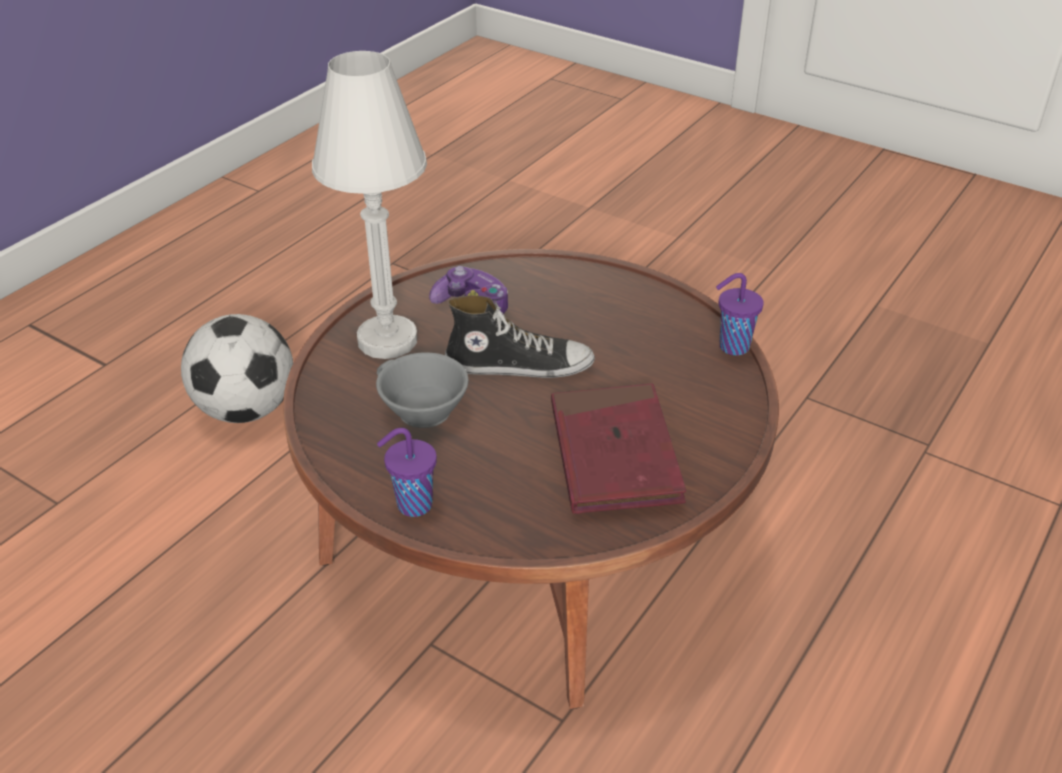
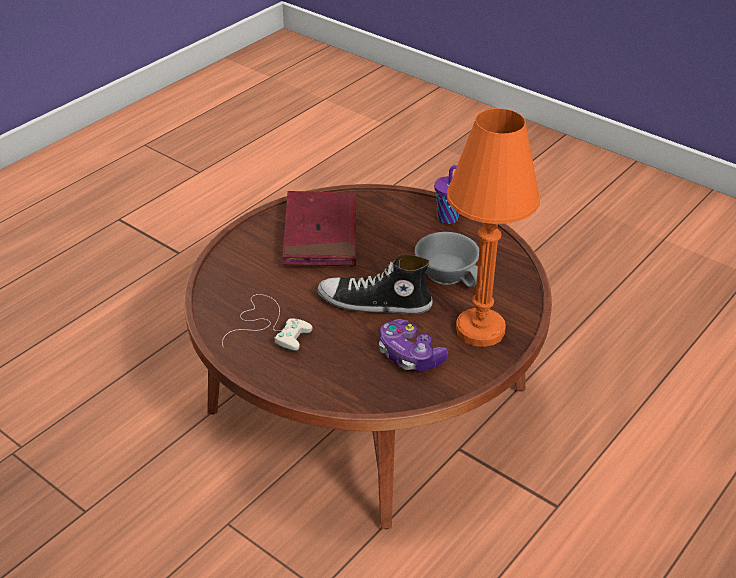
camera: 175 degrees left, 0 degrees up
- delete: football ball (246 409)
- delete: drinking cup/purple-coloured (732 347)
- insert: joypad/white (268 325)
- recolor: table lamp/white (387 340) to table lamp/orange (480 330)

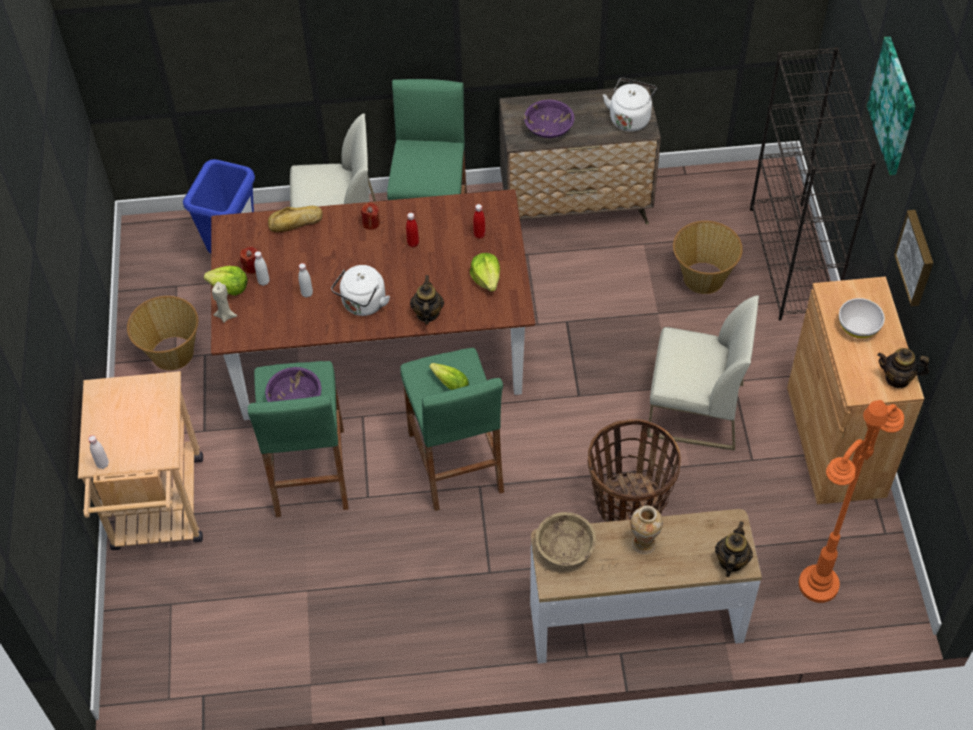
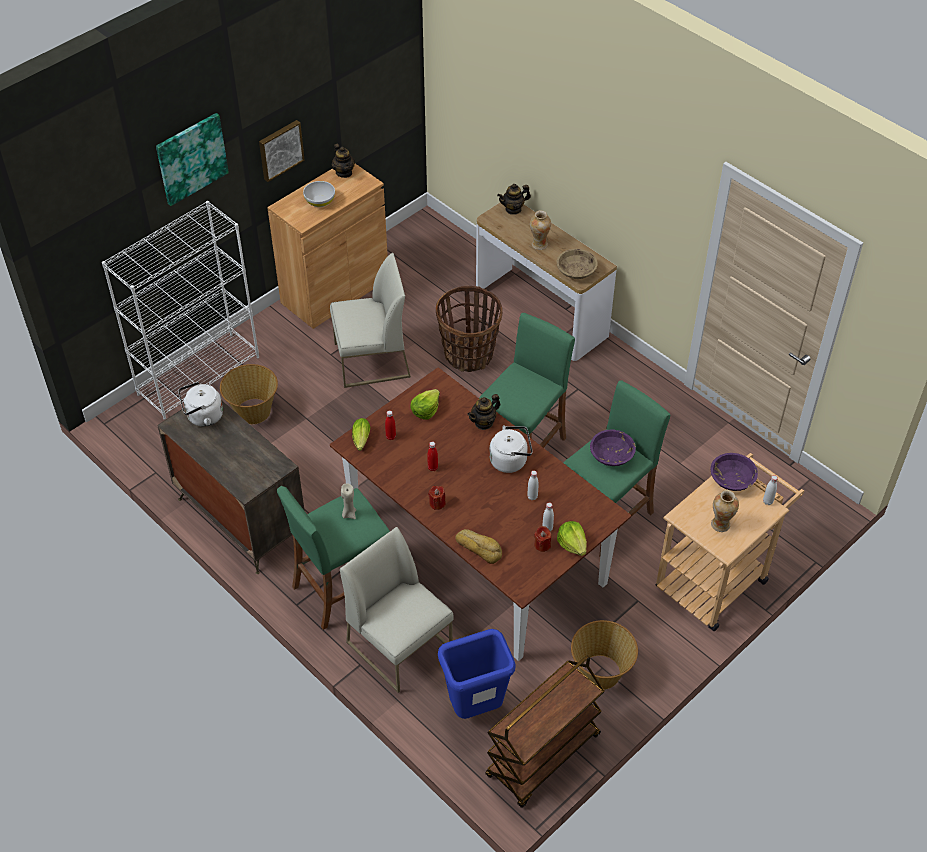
camera: 130 degrees left, 5 degrees down
- delete: floor lamp/orange (818 585)
- insert: trolley/brown (543 757)
- insert: decorative vase (720 524)
- move: wax candle/beige (225 315) to (349 514)
- move: head of lettuce (448 382) to (361 441)
- move: deep dish/purple-coloured (548 128) to (732 480)
- recolor: bookshelf/black-coloured (792 261) to bookshelf/white (199 375)
- rotate: chair/white (694 410) = (371 360) 105 degrees clockwise

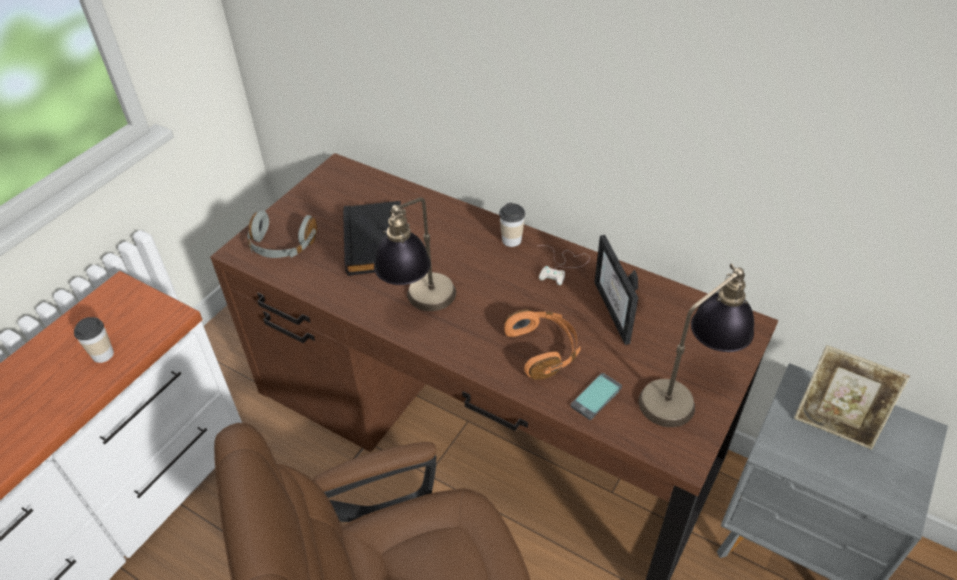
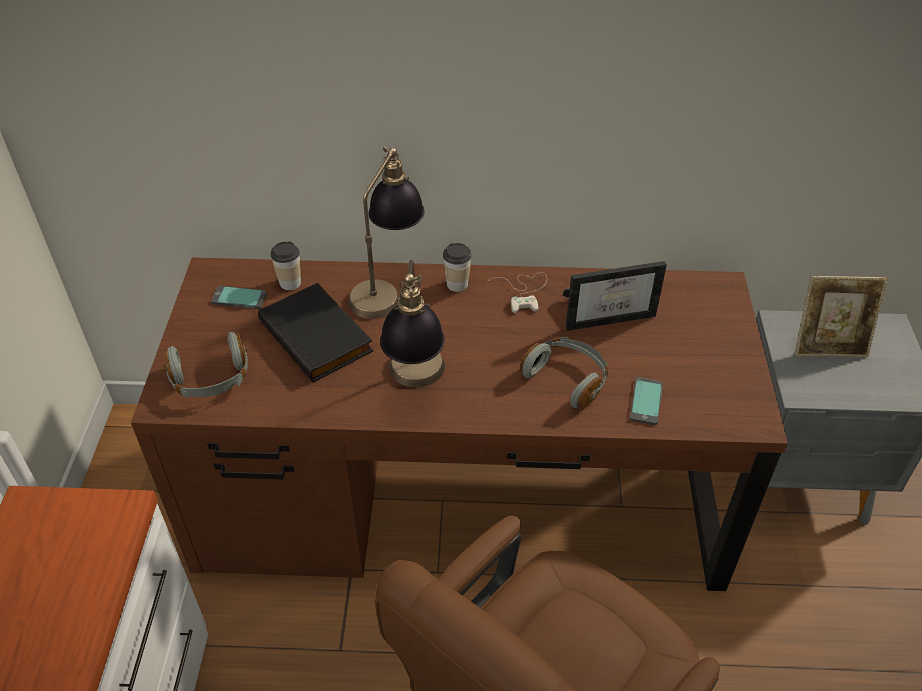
camera: 30 degrees left, 0 degrees up
- insert: handset (239 298)
- move: drinking cup (103 354) to (290 283)
- move: table lamp (686 394) to (387 287)
- recolor: pair of headphones/orange (543 350) to pair of headphones/grey (567 378)
- rotate: standing frame (620 311) = (609 315) 60 degrees counterclockwise

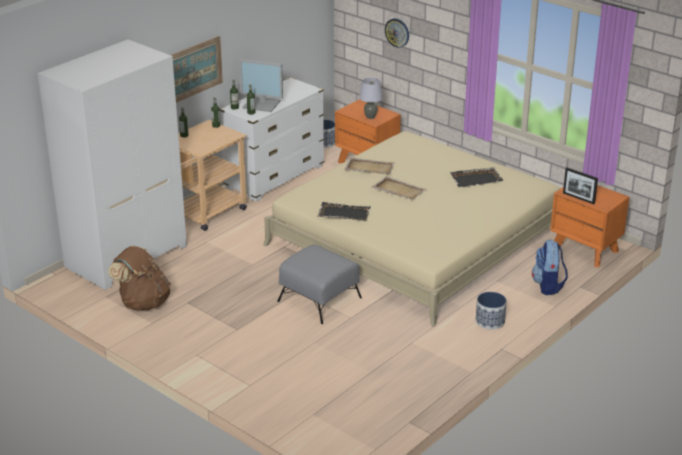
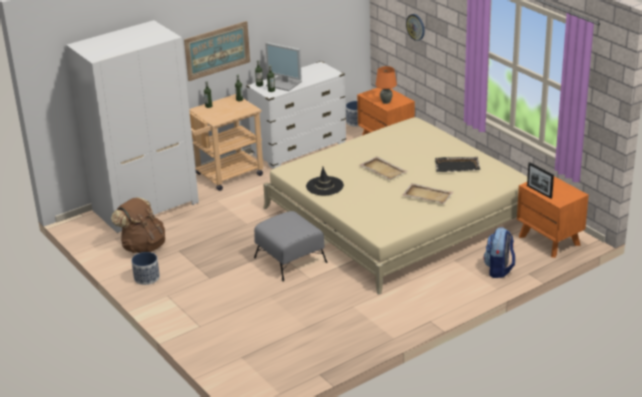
camera: 15 degrees right, 0 degrees up
- move: tray/beige (369 168) to (427 195)
- move: flower pot (490 321) to (147 278)
- replace: tray/black-coloured (343 213) to hat/black-coloured (324 186)
- recolor: table lamp/grey (370 117) to table lamp/orange (386 102)

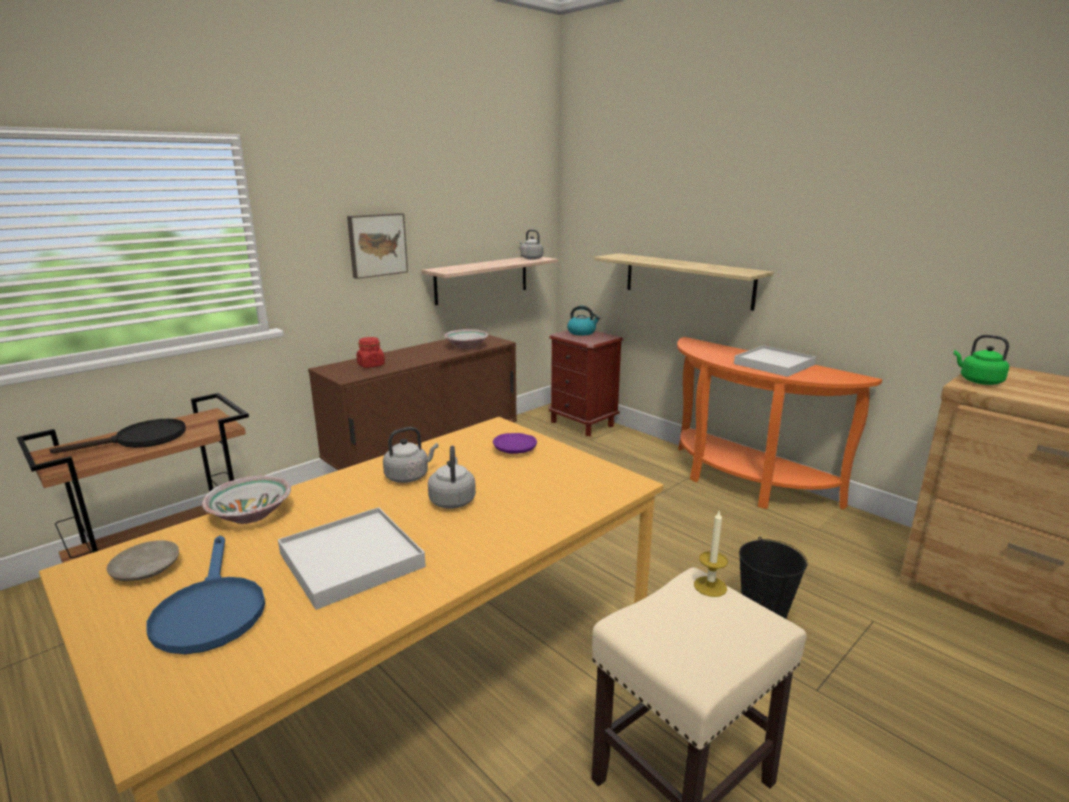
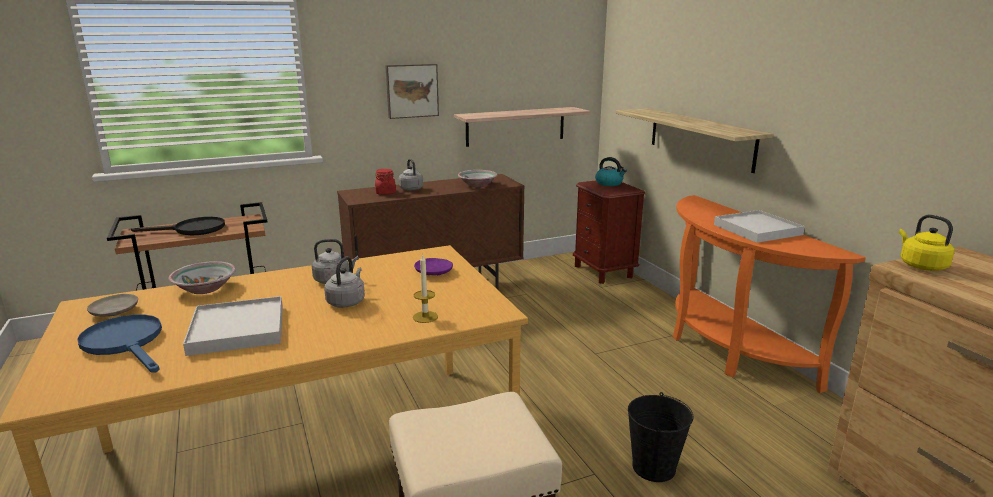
camera: 20 degrees right, 0 degrees up
- move: water kettle/grey (531 258) to (410 188)
- move: wax candle (710 586) to (425 317)
- recolor: water kettle/green (978 381) to water kettle/yellowish (920 265)
- rotate: skillet/blue-coloured (210 610) = (126 343) 135 degrees clockwise

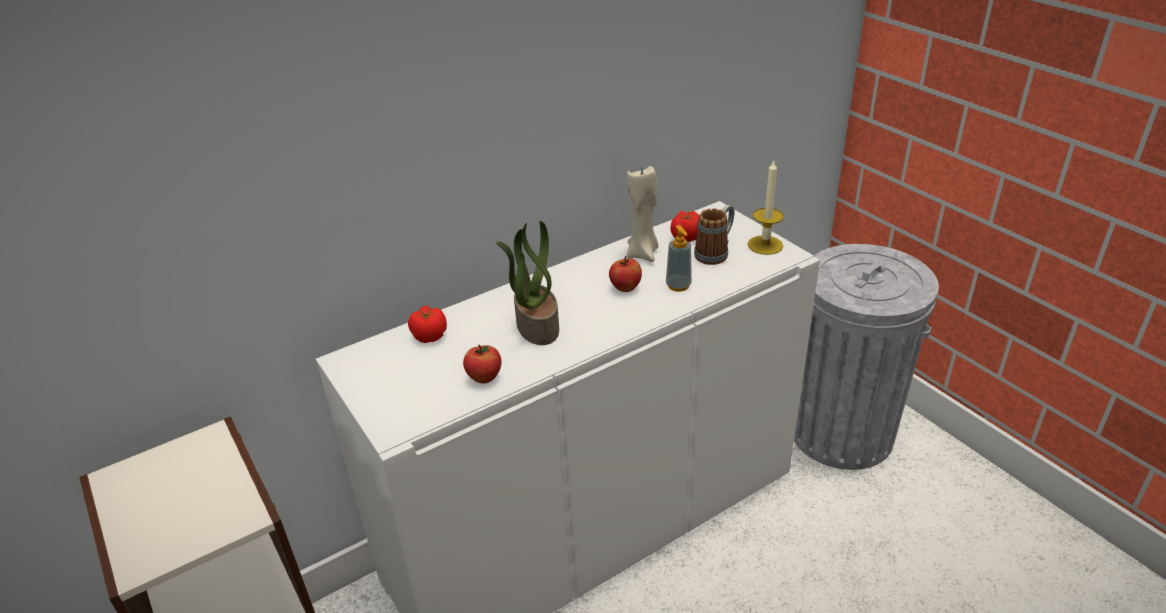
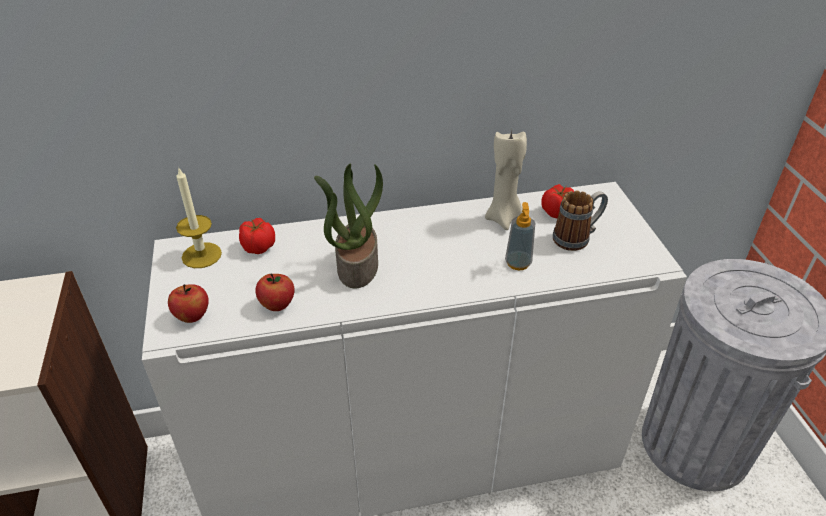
camera: 20 degrees right, 5 degrees up
- move: apple (625 288) to (192 316)
- move: wax candle (765 245) to (201 255)

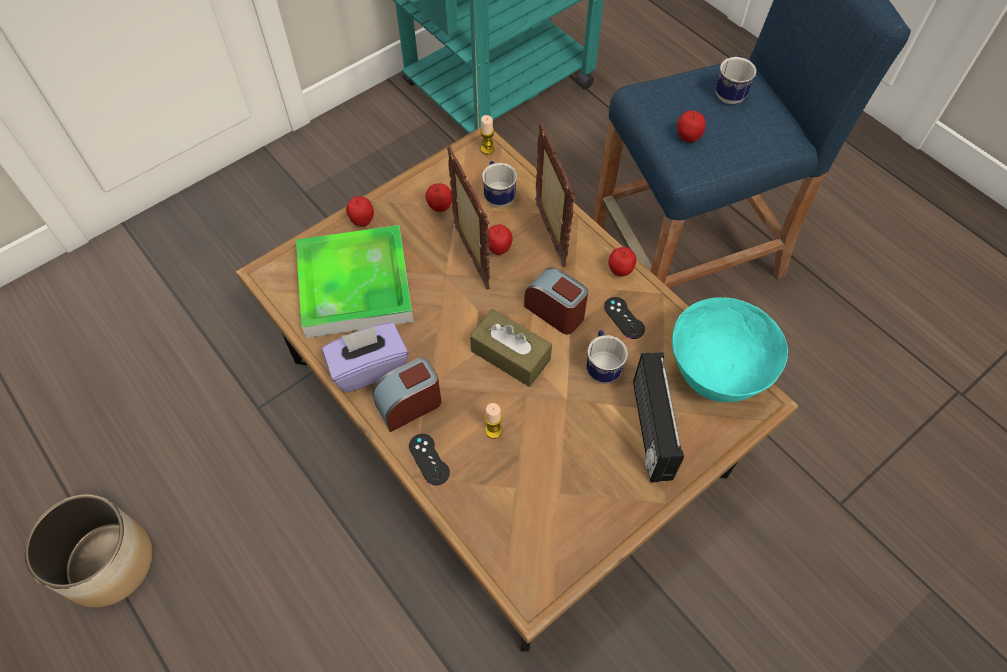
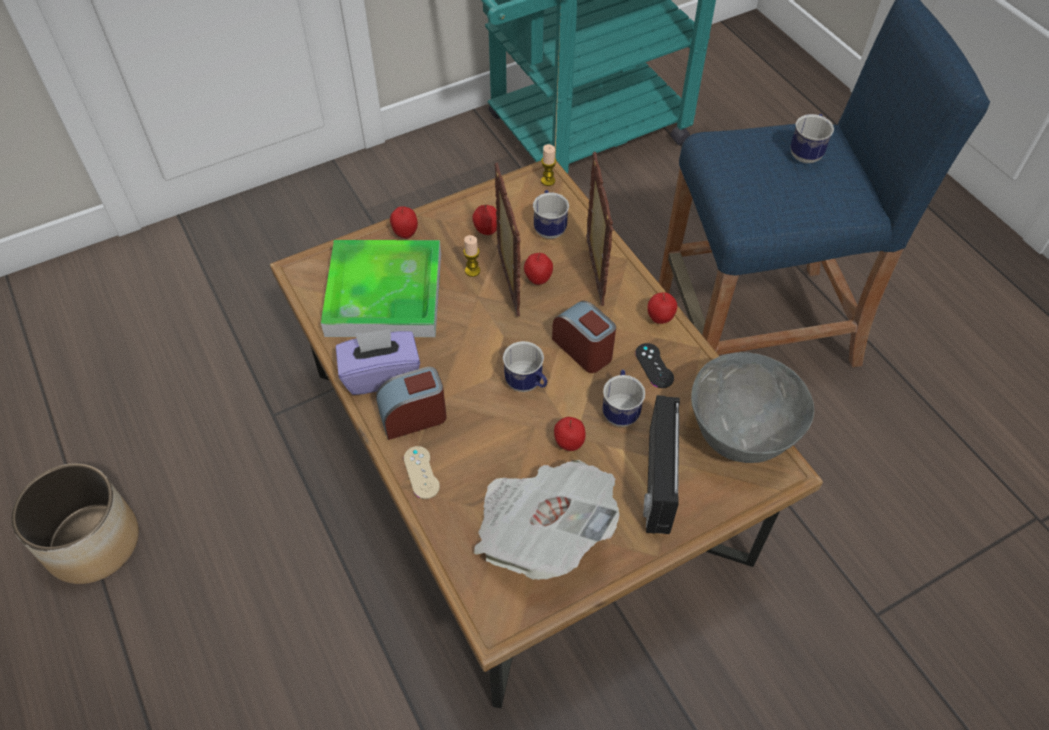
camera: 10 degrees right, 5 degrees down
- insert: daily paper (541 531)
- move: wax candle (493 430) to (472 271)
- move: apple (687 139) to (569 444)
- replace: tissue box/brown (510 355) to coffee mug (527 384)
- recolor: joypad/black-coloured (429 459) to joypad/beige (421 472)
- recolor: deep dish/turquoise-coloured (715 374) to deep dish/grey (739 436)

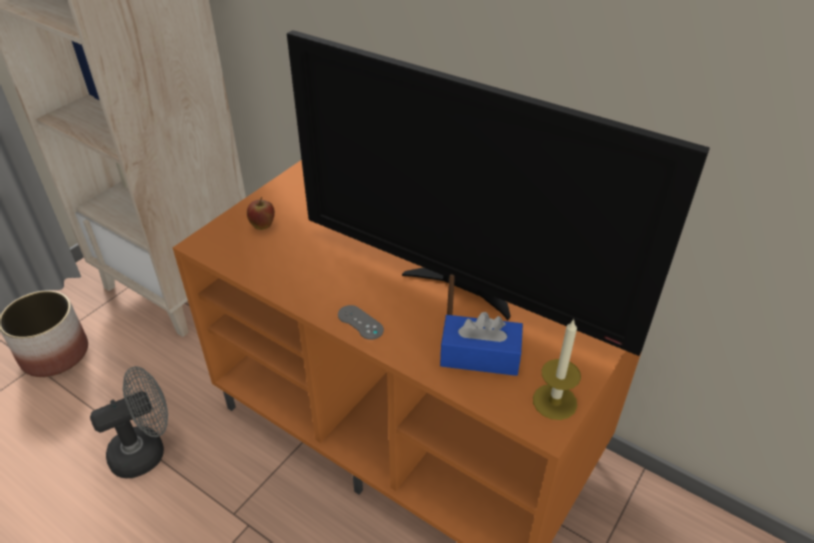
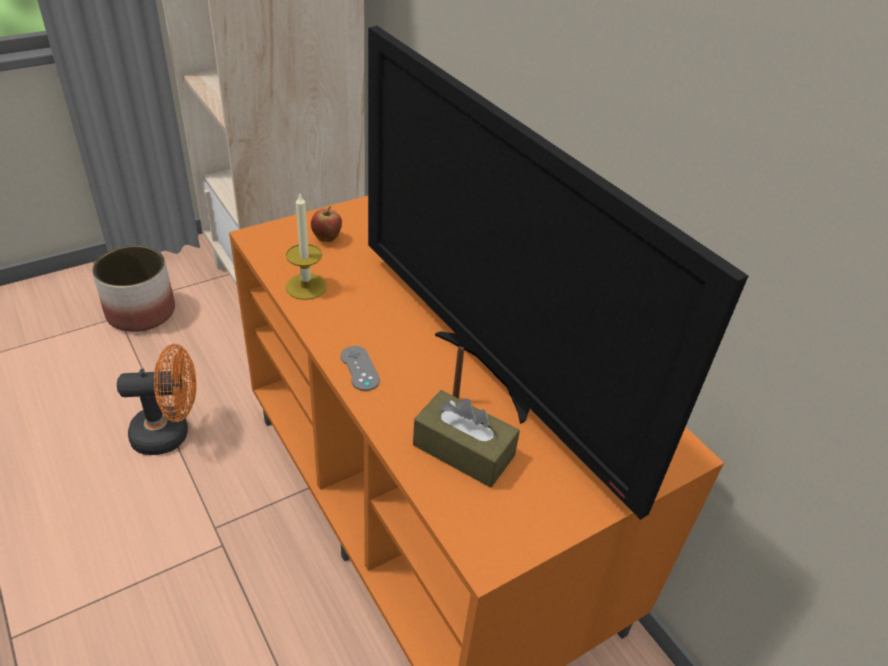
camera: 20 degrees right, 0 degrees up
- move: wax candle (554 401) to (306 286)
- recolor: cooling fan/grey (146 450) to cooling fan/orange (170 433)
- recolor: tissue box/blue-coloured (480 356) to tissue box/brown (463 450)

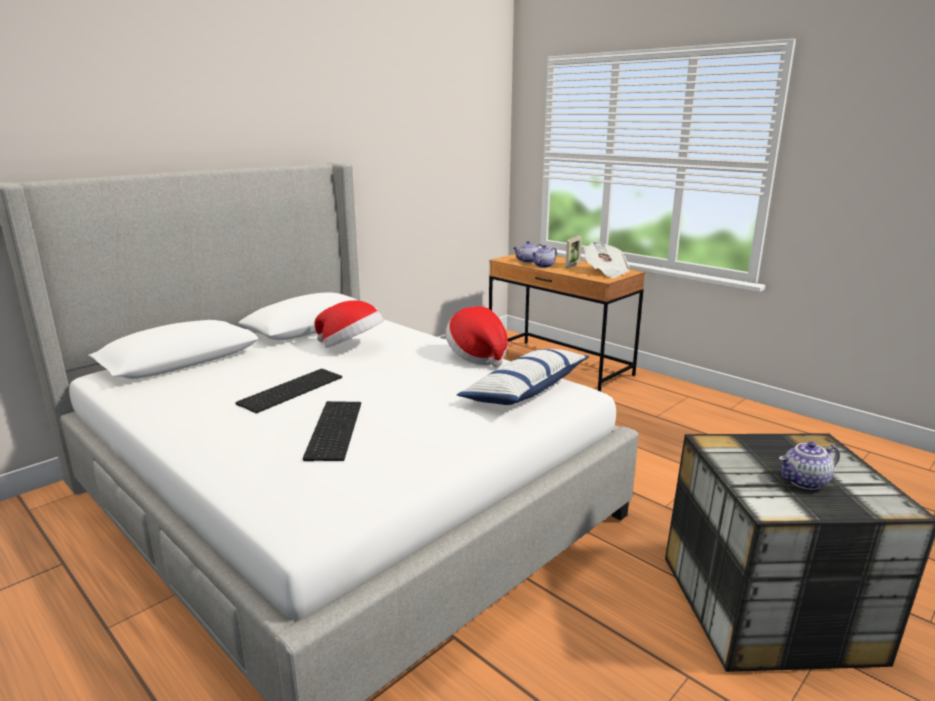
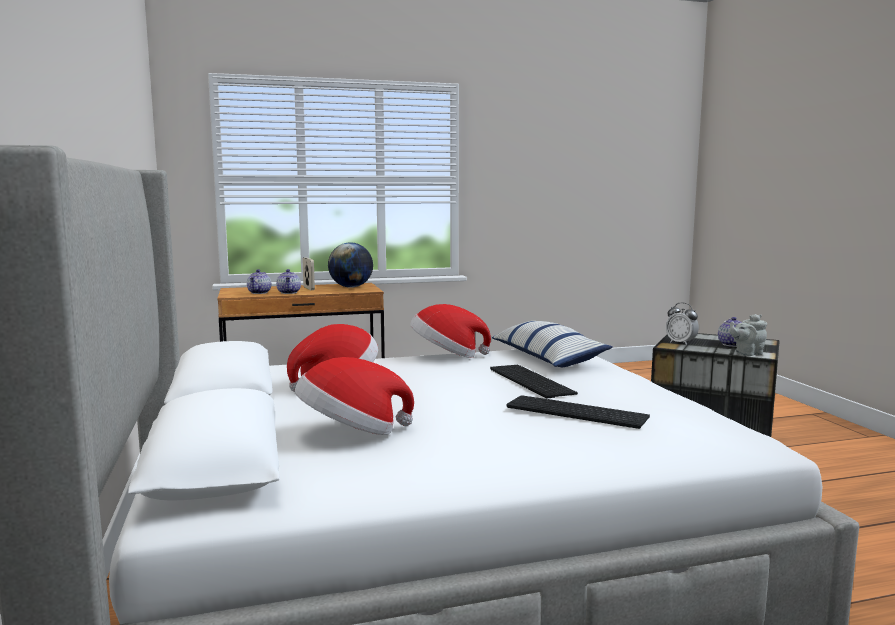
camera: 60 degrees left, 10 degrees down
- insert: hat (351 432)
- insert: bedside clock (681 343)
- insert: pot for tea/grey (747 353)
- move: computer keyboard (291 389) to (528 381)
- replace: daily paper (605 272) to desk globe (351 287)

